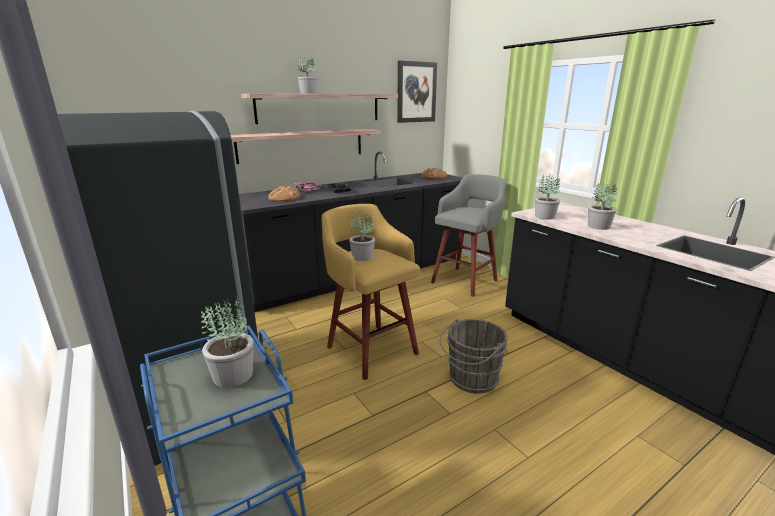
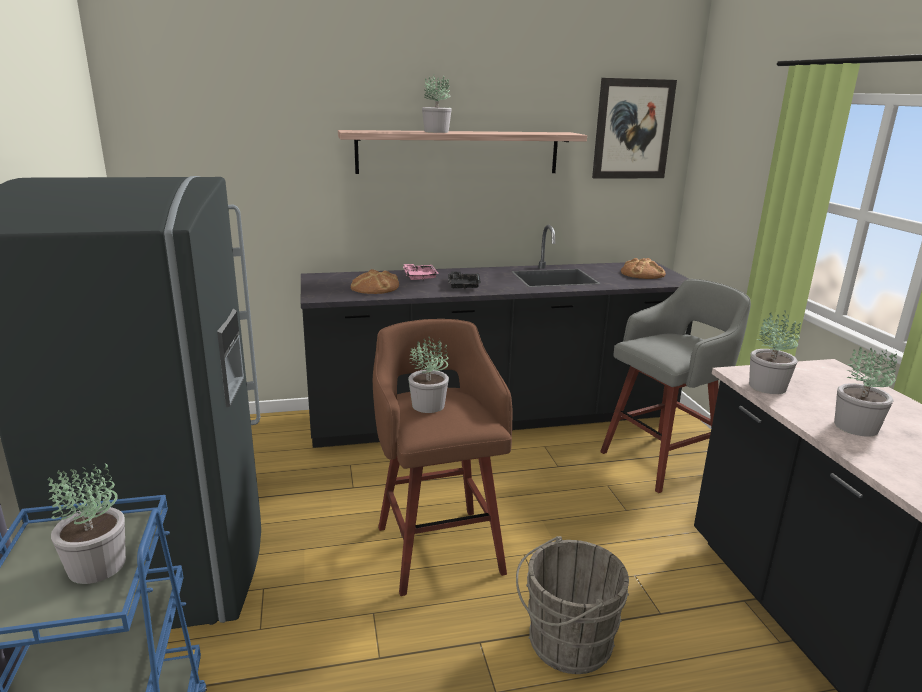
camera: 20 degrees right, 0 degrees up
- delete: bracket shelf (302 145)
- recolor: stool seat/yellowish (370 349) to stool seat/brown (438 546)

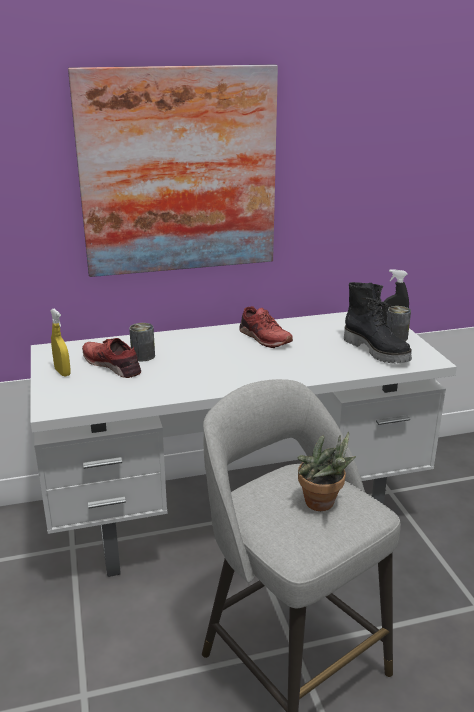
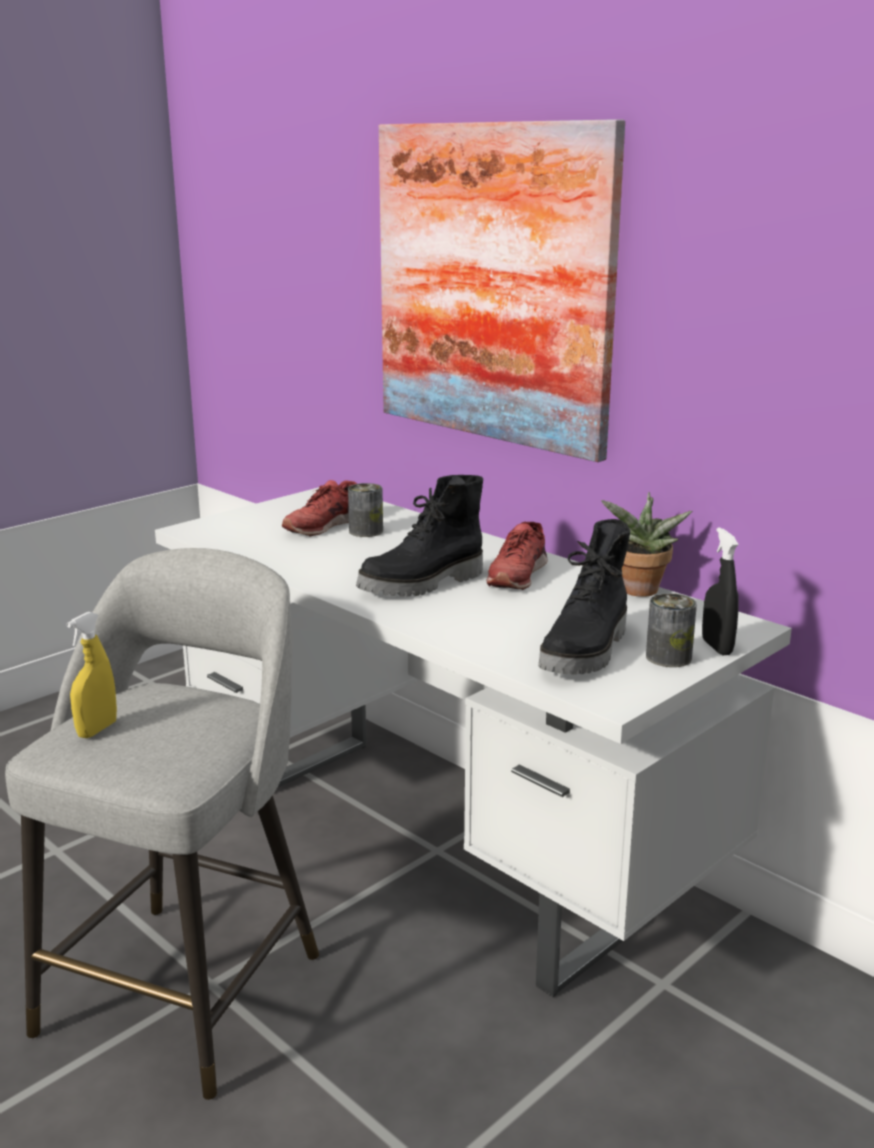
camera: 60 degrees right, 5 degrees down
- insert: boot/black-coloured (423 584)
- move: hand sprayer/yellowish (62 372) to (97 730)
- move: potted plant (323 505) to (638 592)
- rotate: low shoe/reddish (112 365) = (324 525) 150 degrees counterclockwise

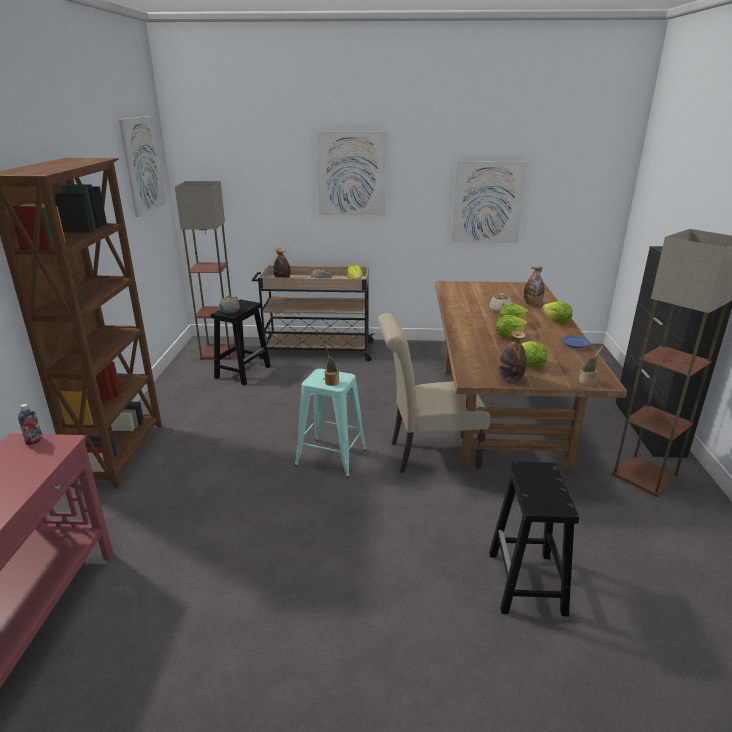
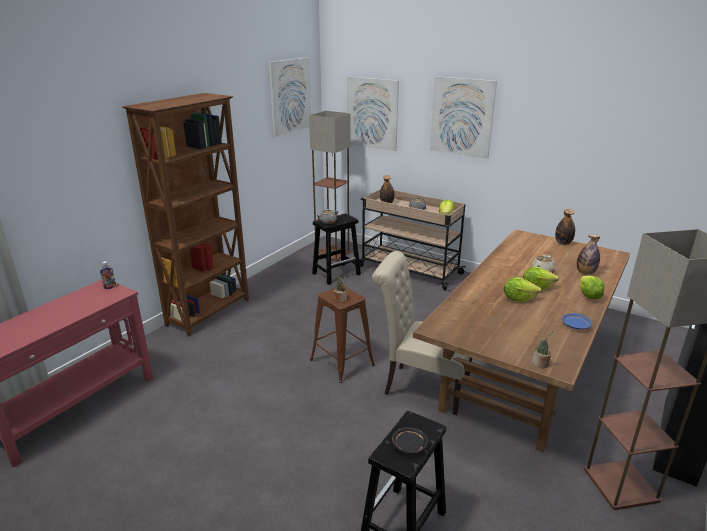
camera: 30 degrees right, 0 degrees up
- delete: head of lettuce (530 365)
- insert: dinner plate/black-coloured (409 445)
- move: wall picture (487 202) to (372 113)
- move: beverage bottle (510 379) to (563 243)
- recolor: stool seat/turquoise-coloured (331 457) to stool seat/brown (342 362)

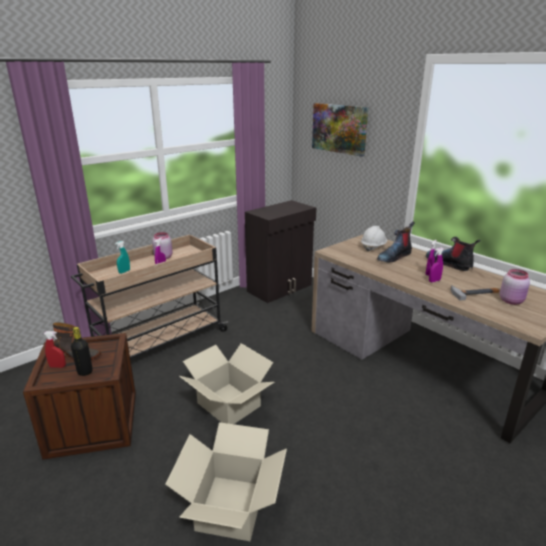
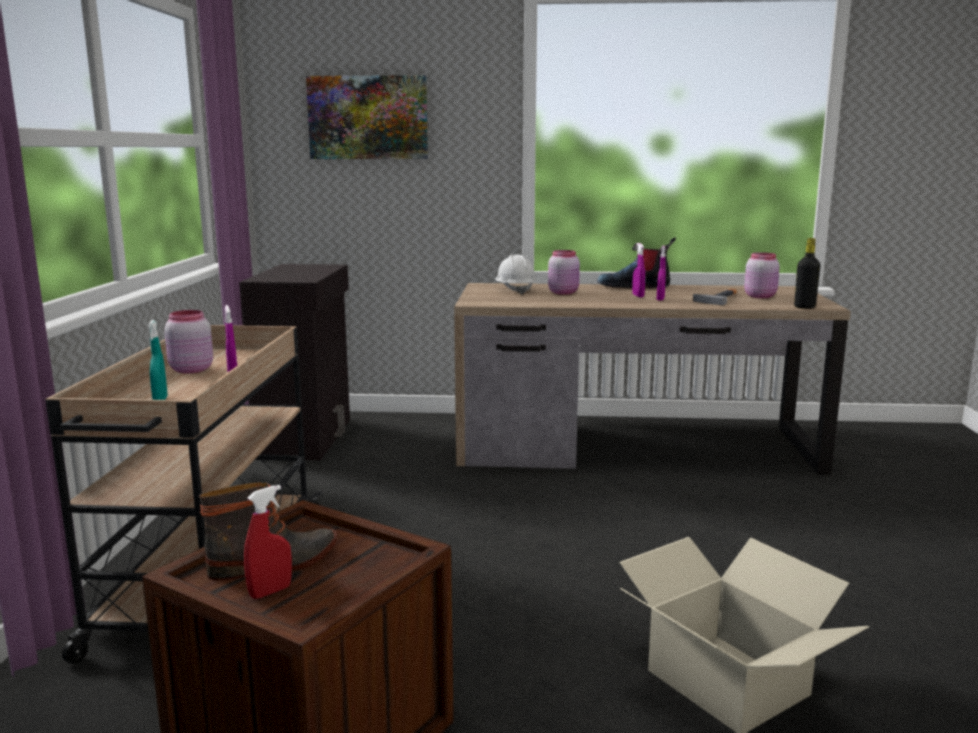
camera: 45 degrees left, 10 degrees down
- delete: carton (229 404)
- move: beverage bottle/black-coloured (85 372) to (804 307)
- replace: boot (394 257) to preserve jar/pink-coloured (564 292)

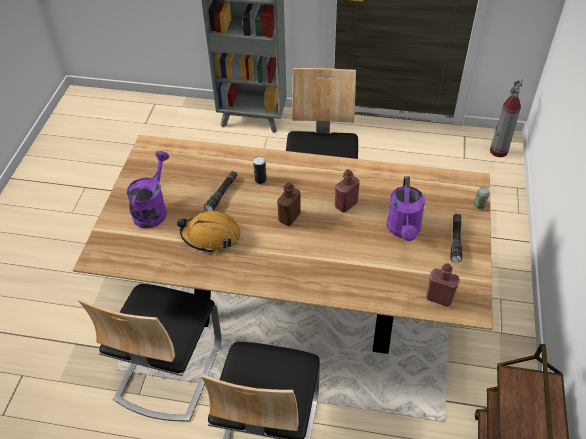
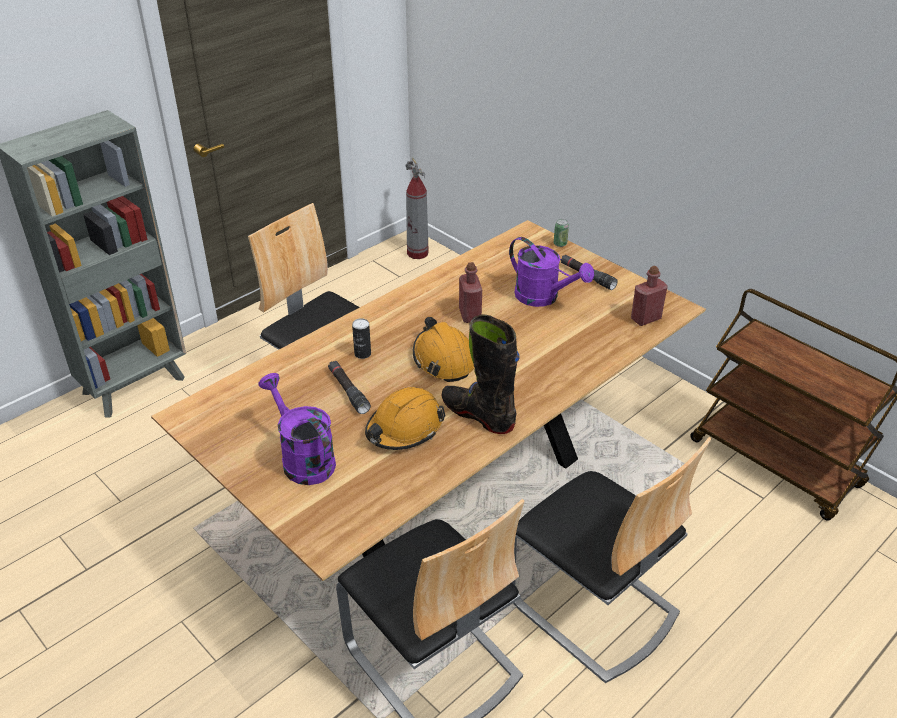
camera: 55 degrees left, 10 degrees down
- insert: boot/black-coloured (478 415)
- replace: beverage bottle/brown (289 217) to safety helmet/orange (443 359)

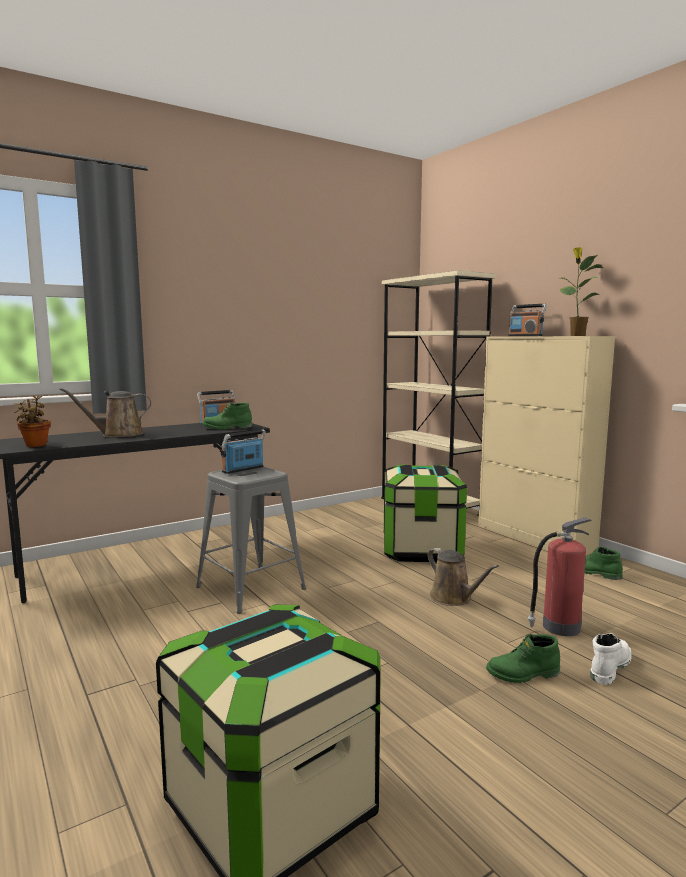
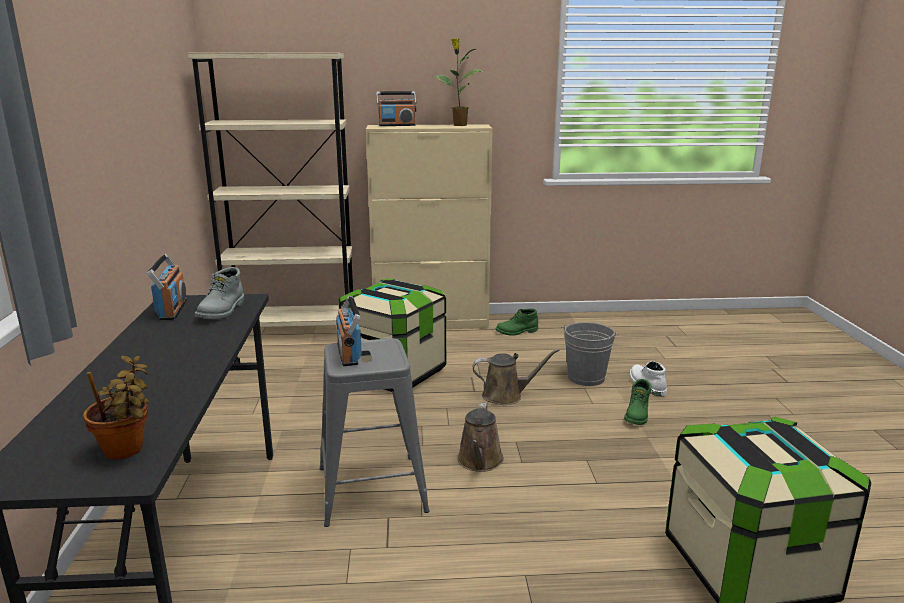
camera: 60 degrees left, 10 degrees up
- move: watering can/brown (118 435) to (480 462)
- replace: fire extinguisher (559 627) to pail/grey (586 377)
- recolor: boot/green (227 428) to boot/grey (222 311)

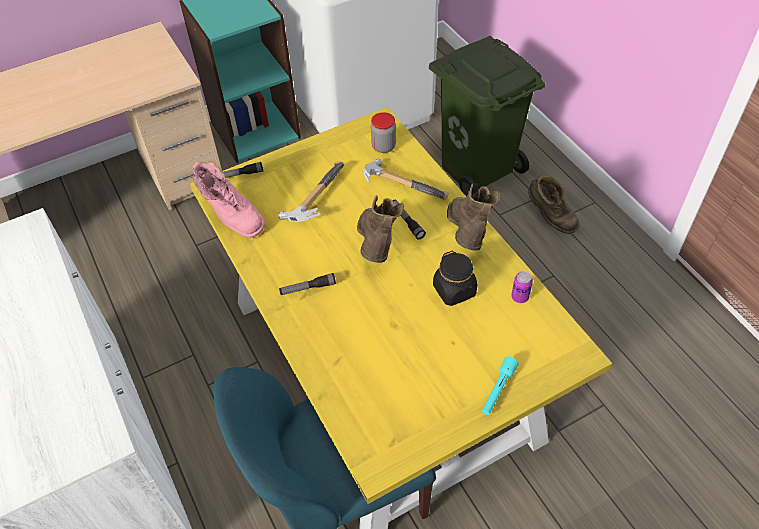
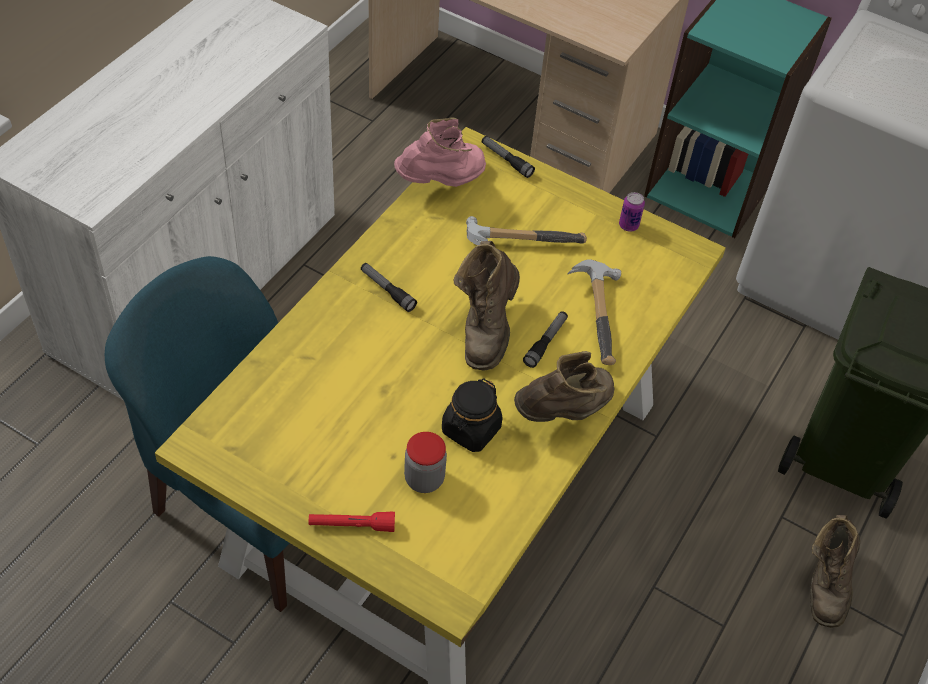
camera: 55 degrees right, 0 degrees up
- move: preserve jar (383 146) to (424 479)
- move: can (519 297) to (628 225)
- recolor: flashlight/turquoise-coloured (498 390) to flashlight/reddish (352 525)
- rotate: boot/pink-coloured (231 217) = (442 182) 135 degrees counterclockwise
- rotate: boot/brown (377 247) = (486 329) 135 degrees clockwise

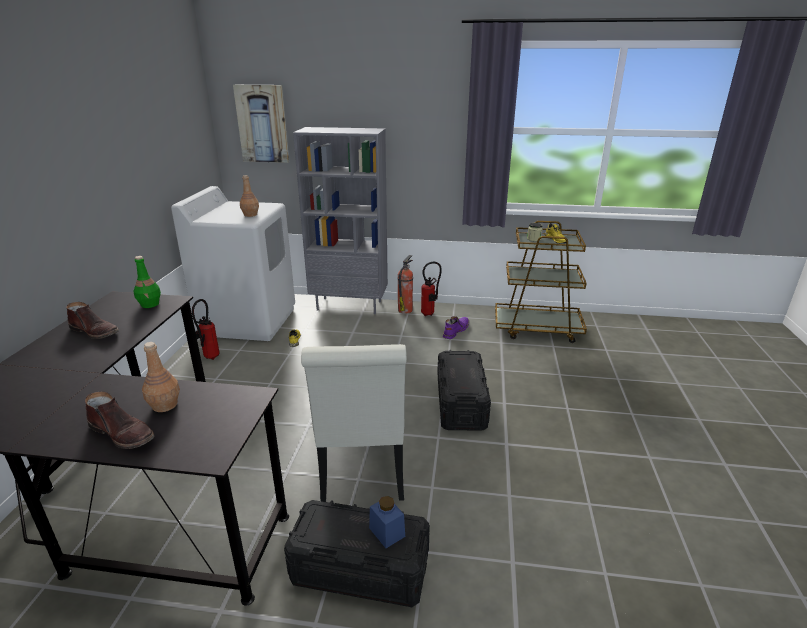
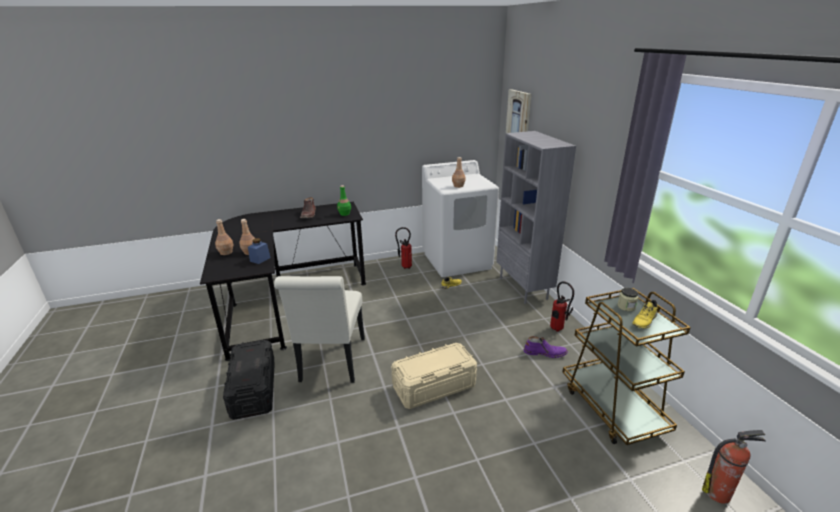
camera: 65 degrees right, 0 degrees up
- move: preserve jar/blue-coloured (387 532) to (260 259)
- move: fire extinguisher (405 309) to (718 493)
- replace: boot/brown (123 433) to beverage bottle/brown (226 252)
- recolor: storage bin/black-coloured (461 403) to storage bin/beige (434 386)
- rotate: chair/white (363 471) = (332 363) 60 degrees counterclockwise

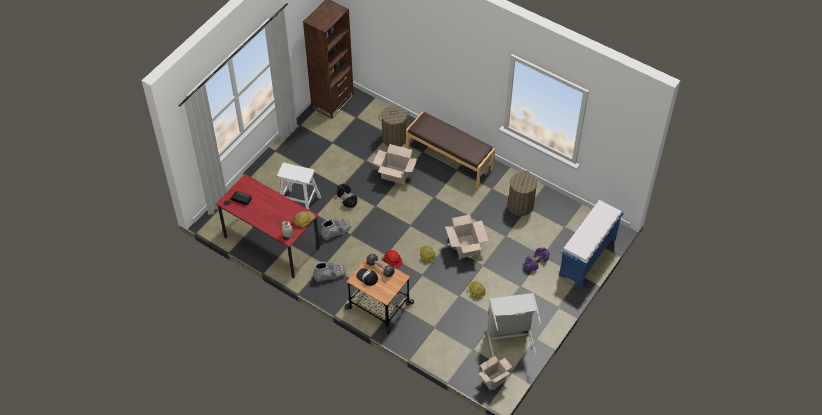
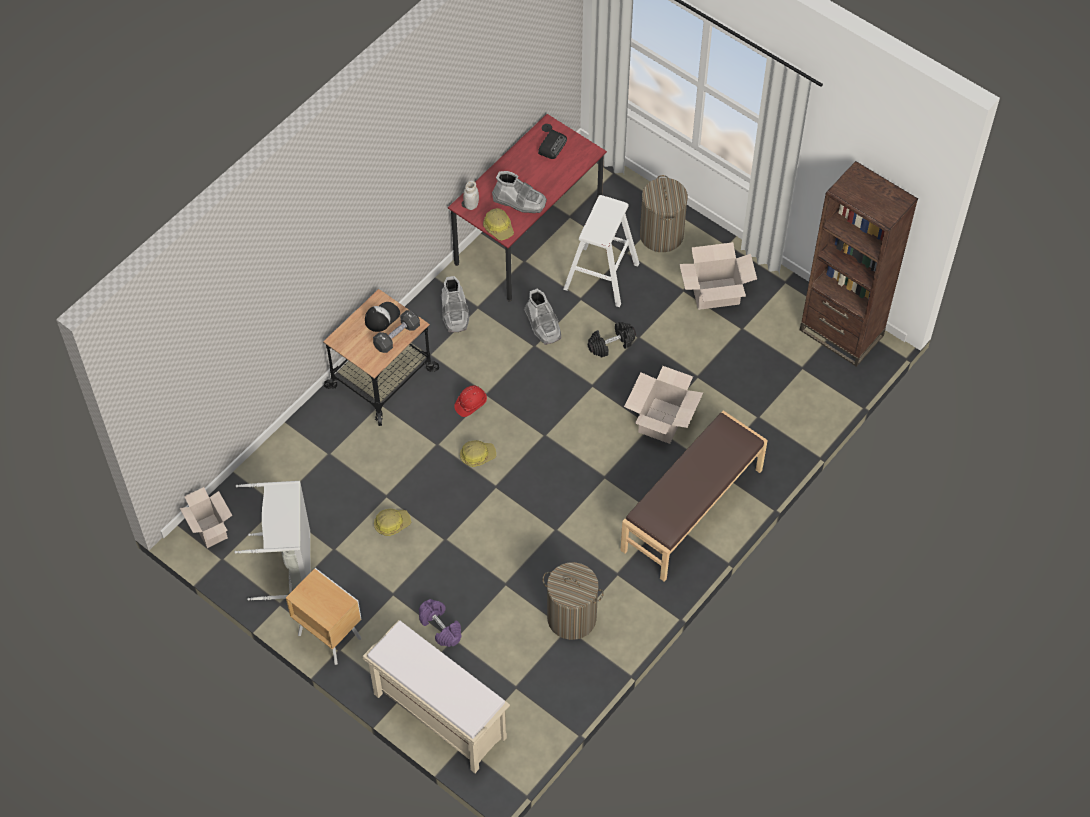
camera: 95 degrees right, 5 degrees up
- insert: nightstand/brown (329 635)
- insert: boot/grey (519 201)
- move: hamper (394 138) to (661 235)
- move: carton (465 246) to (715 293)
- recolor: indoor bench/blue-coloured (587 258) to indoor bench/beige (438 715)

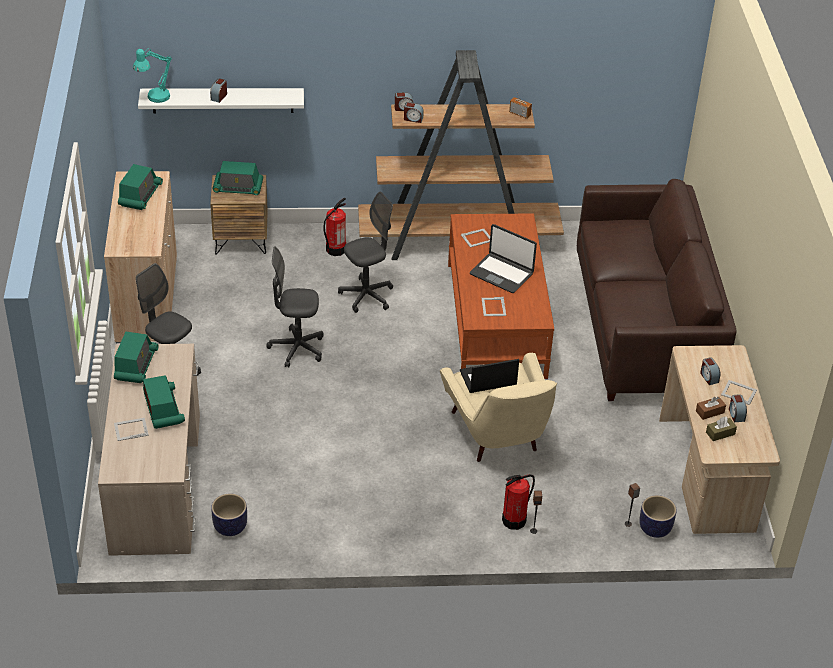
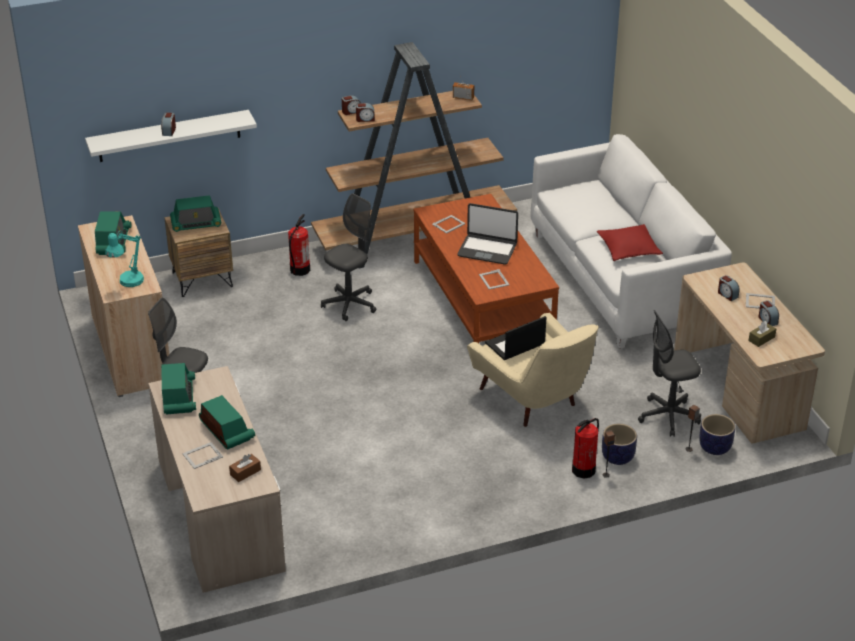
camera: 15 degrees left, 5 degrees down
- insert: cushion/reddish (628 249)
- move: table lamp/turquoise-coloured (154 98) to (128 283)
- move: flower pot (230 527) to (617 457)
- move: desk chair/grey (297 348) to (668 416)
- move: tissue box/brown (710 412) to (245 472)
- recolor: settee/brown (644 327) to settee/white (622 279)

